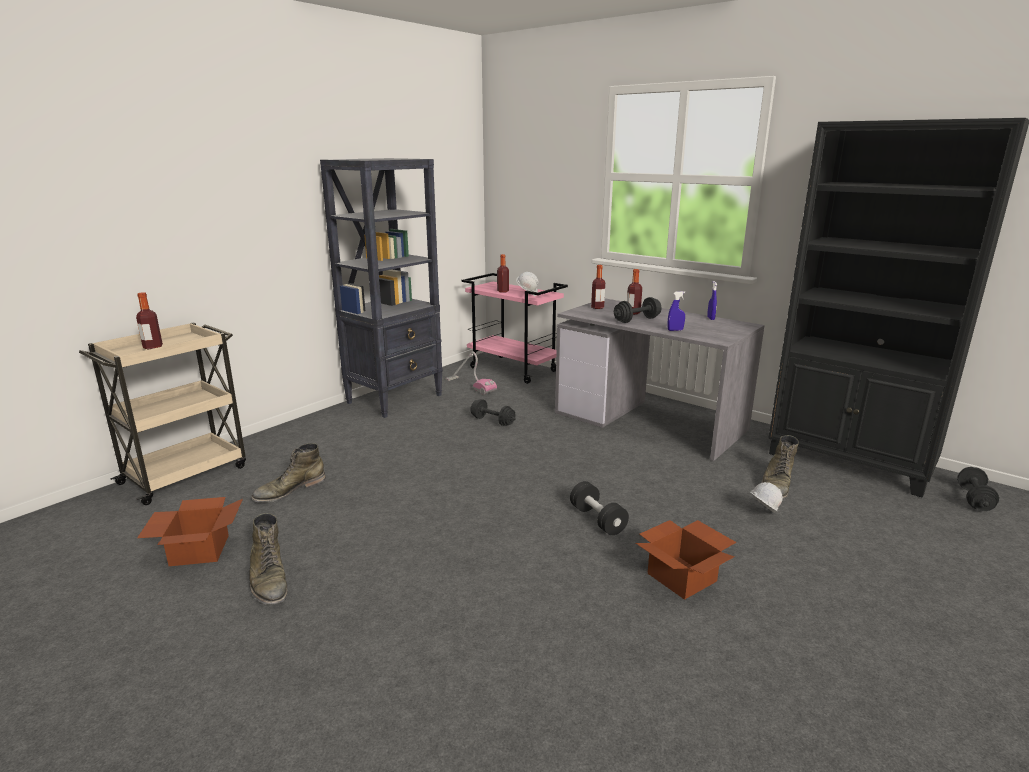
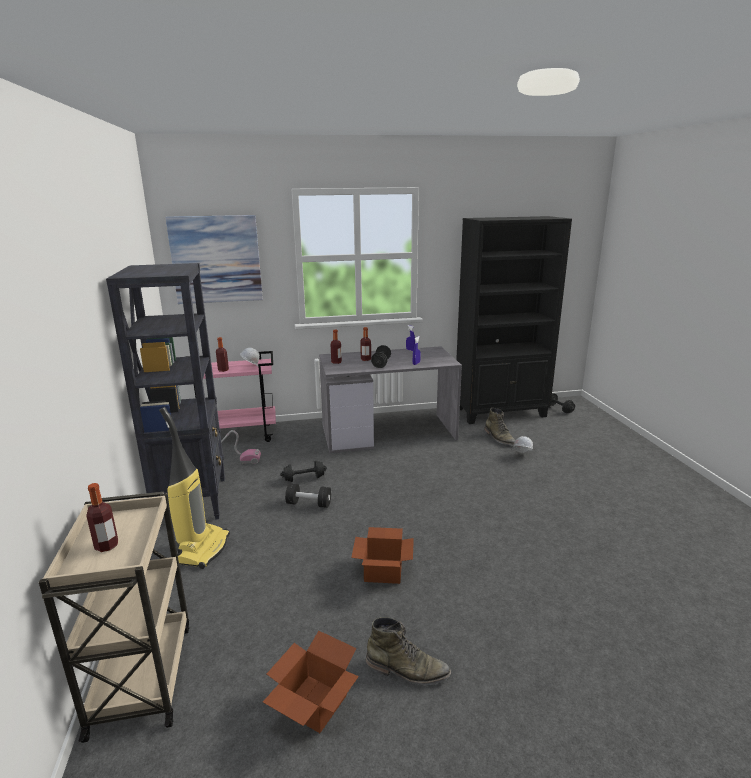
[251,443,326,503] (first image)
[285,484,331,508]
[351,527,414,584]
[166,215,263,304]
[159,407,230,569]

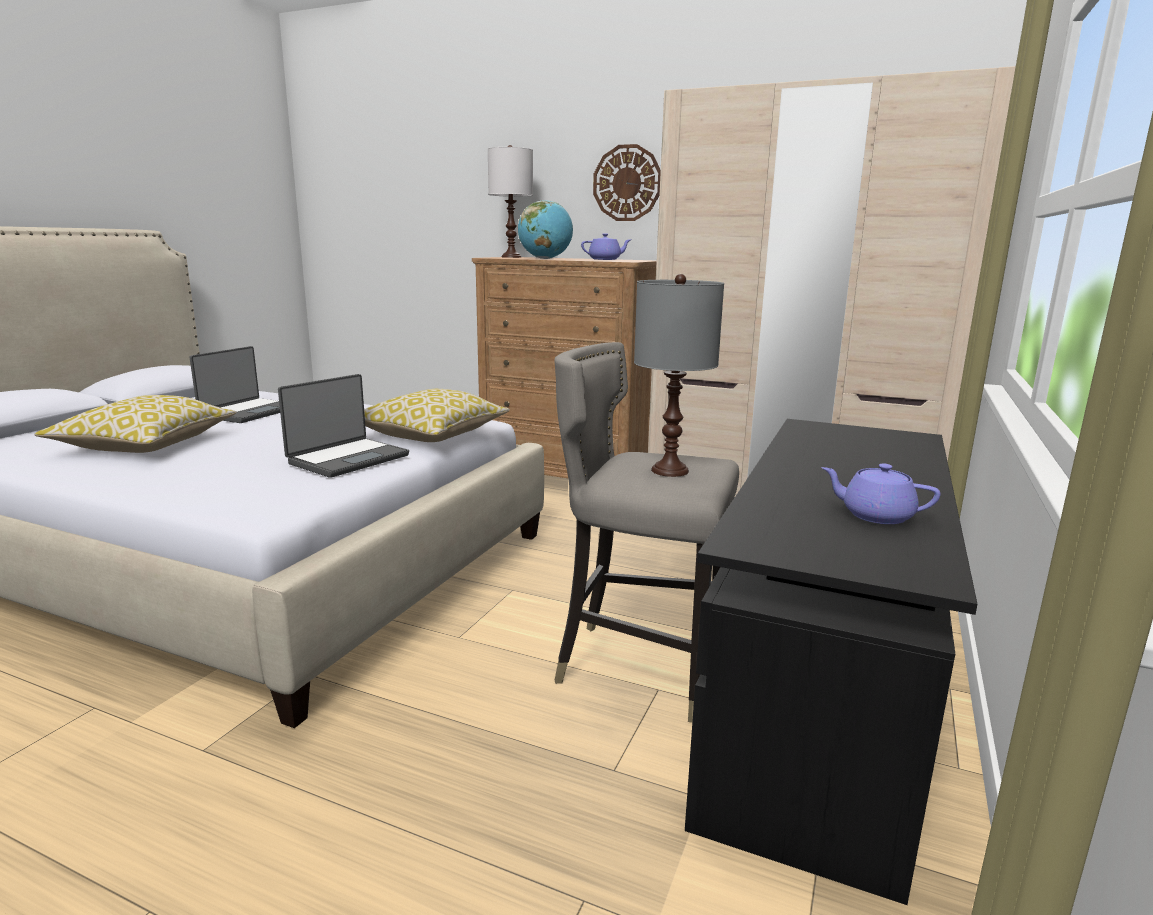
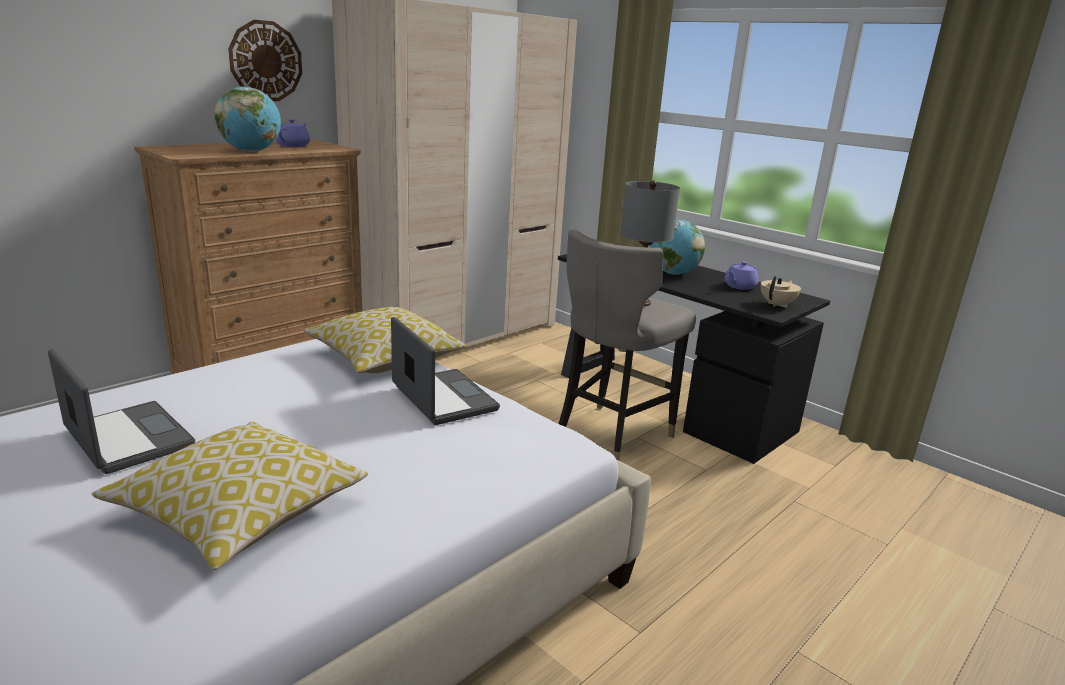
[488,145,533,258] (first image)
[650,220,705,275]
[761,276,801,308]

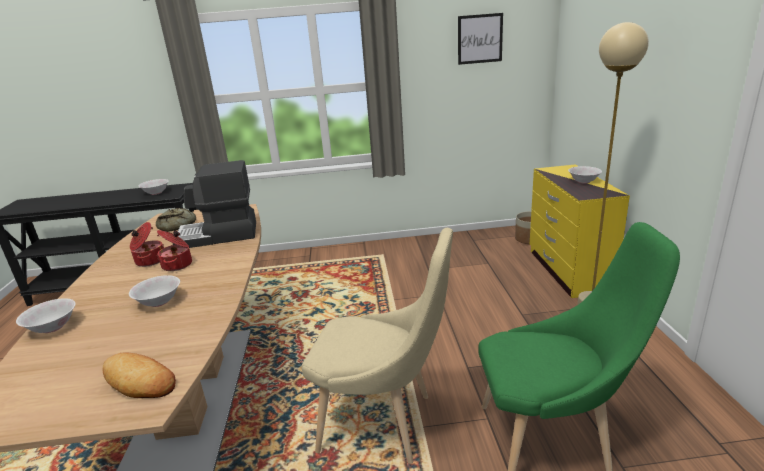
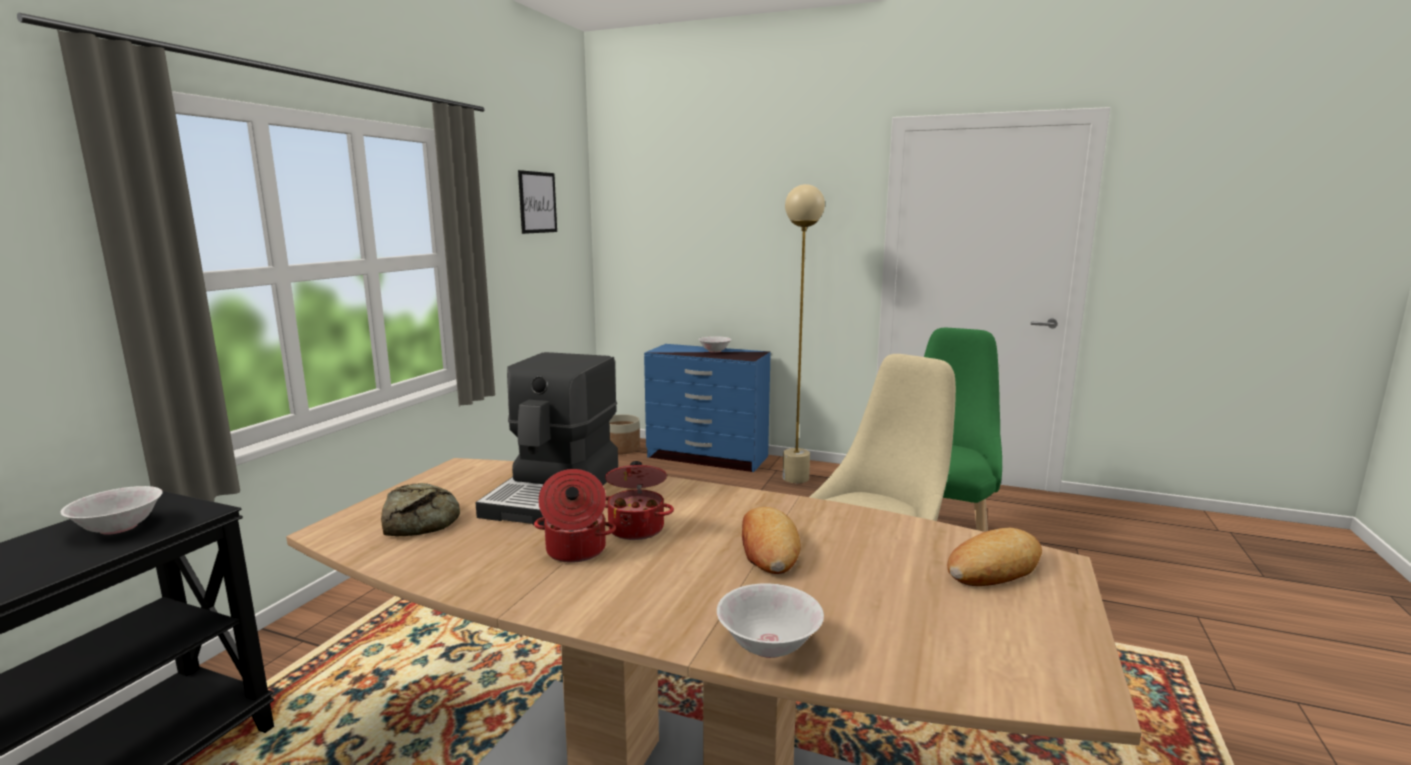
[644,344,771,472]
[742,507,801,574]

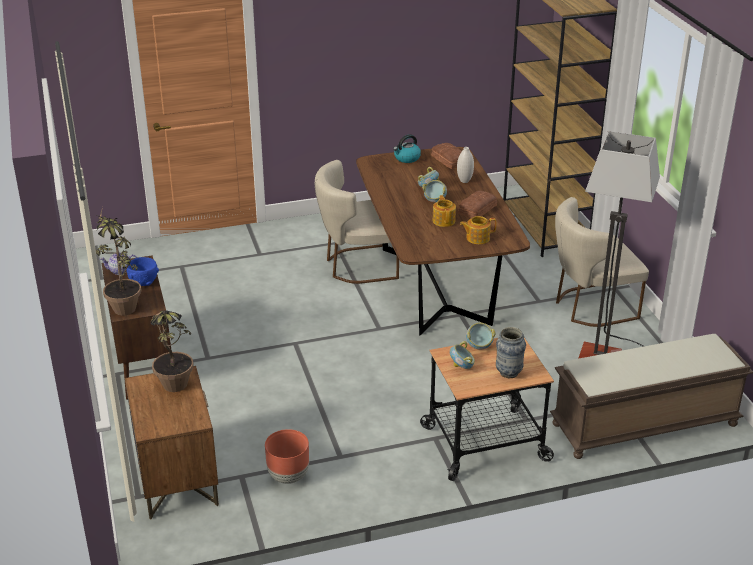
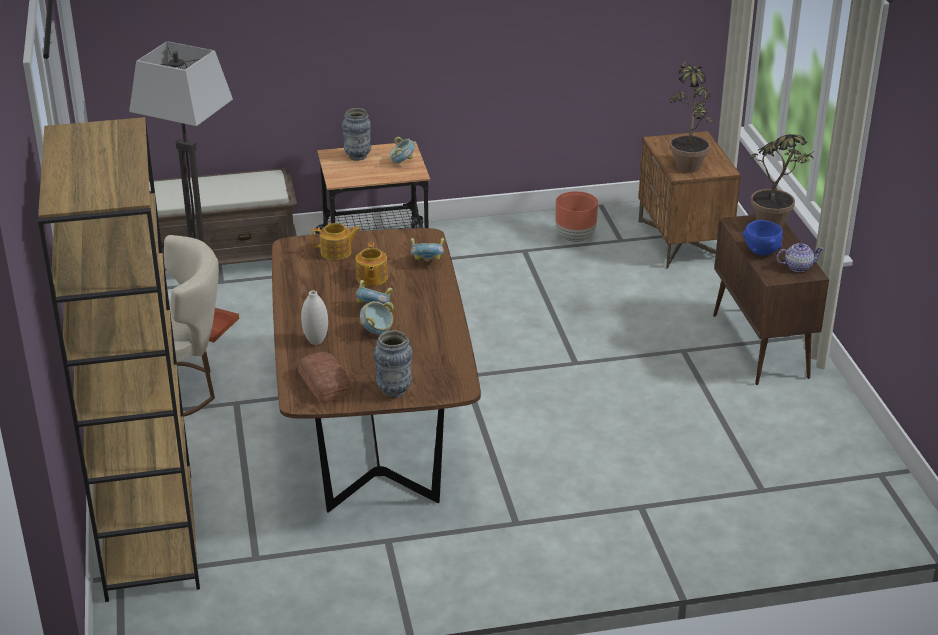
[374,330,413,398]
[315,160,399,284] (first image)
[458,191,497,219] (first image)
[410,238,444,262]

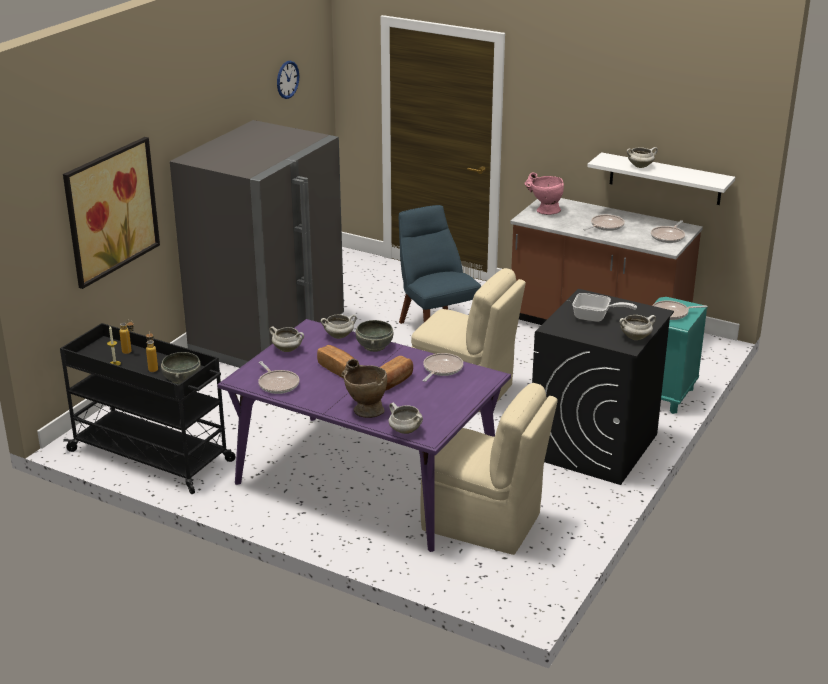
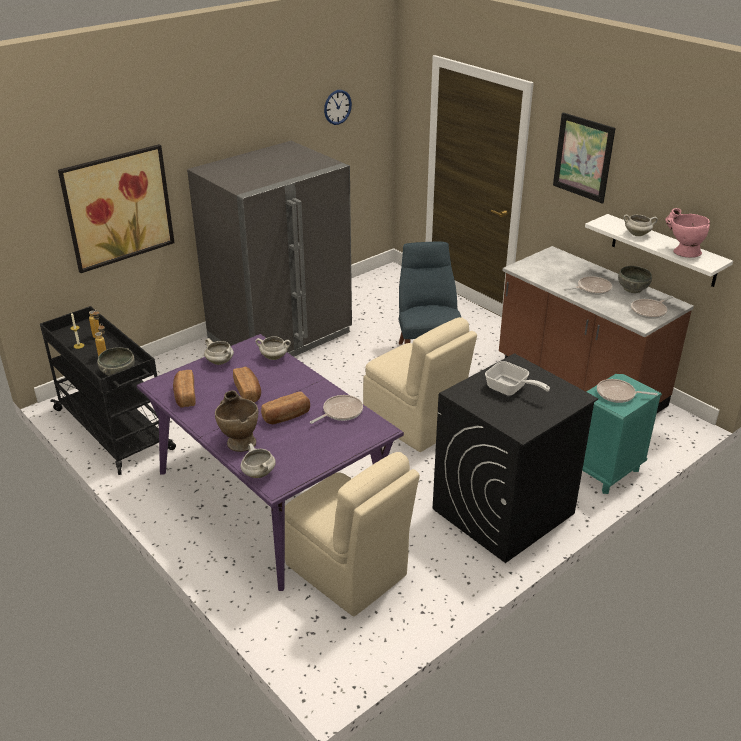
[665,208,710,258]
[619,315,656,340] (first image)
[618,266,652,293]
[173,370,196,407]
[553,112,616,204]

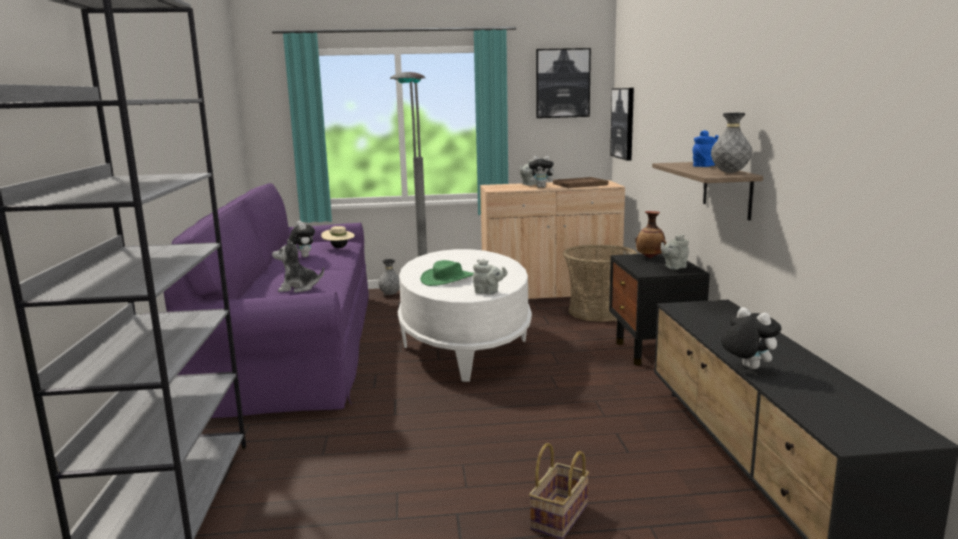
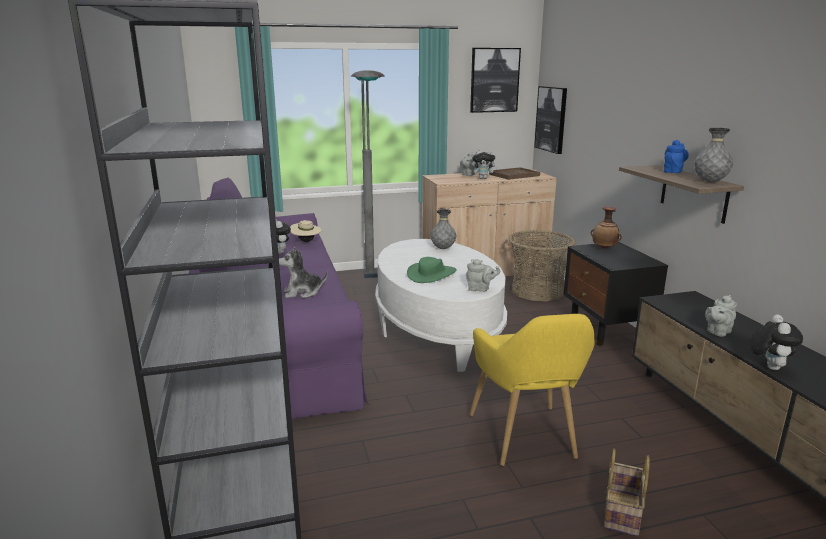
[705,295,737,337]
[430,209,456,249]
[750,314,803,370]
[469,314,595,466]

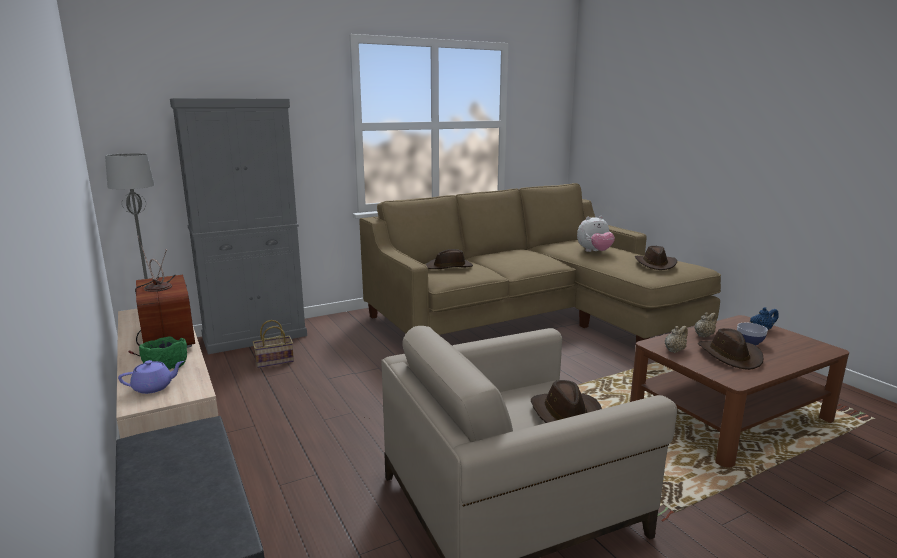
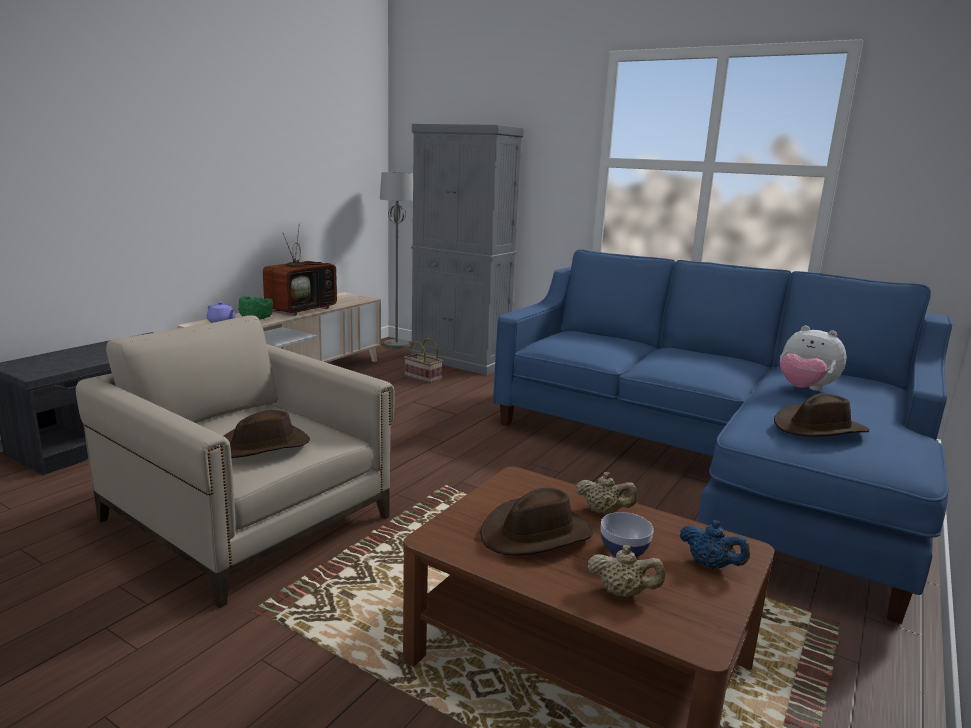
[493,249,953,624]
[426,249,473,269] (first image)
[588,545,665,597]

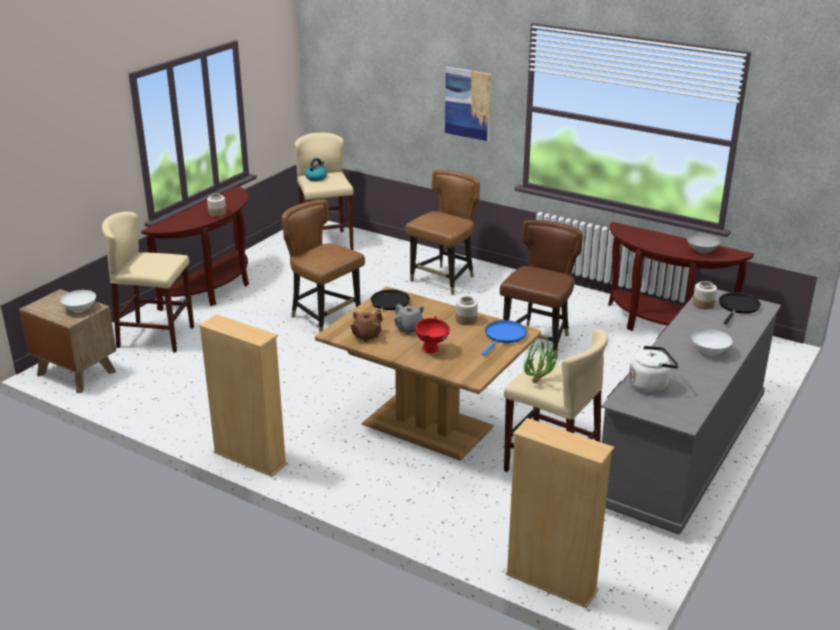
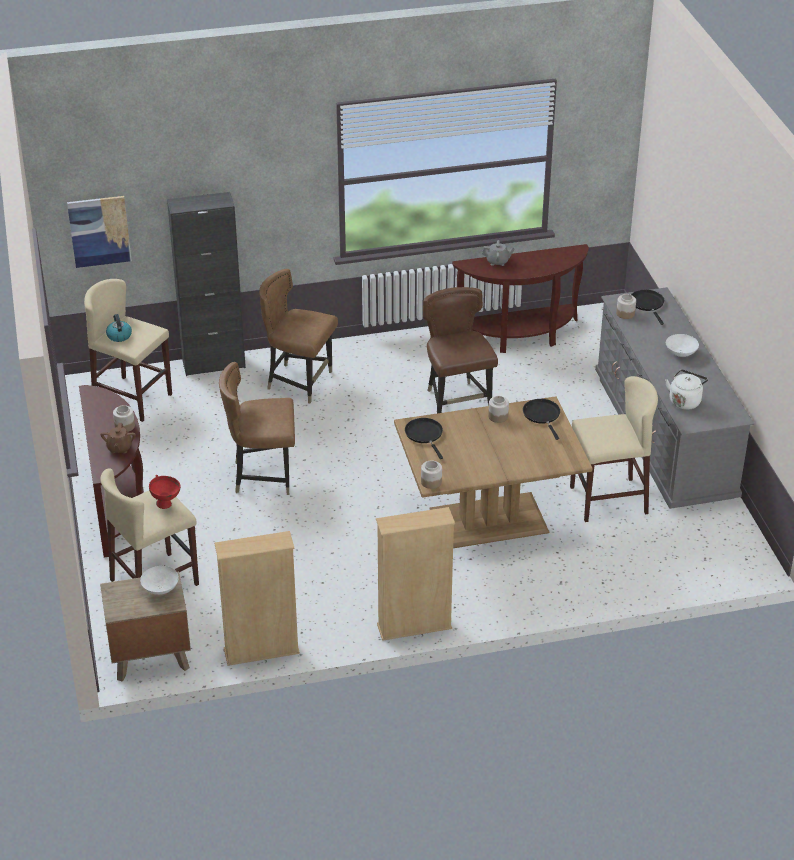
[67,196,132,268]
[259,269,338,403]
[687,233,721,253] (first image)
[482,240,515,266]
[100,423,136,453]
[149,475,181,509]
[523,399,560,440]
[524,339,559,383] (first image)
[214,531,300,666]
[167,192,246,376]
[421,460,442,489]

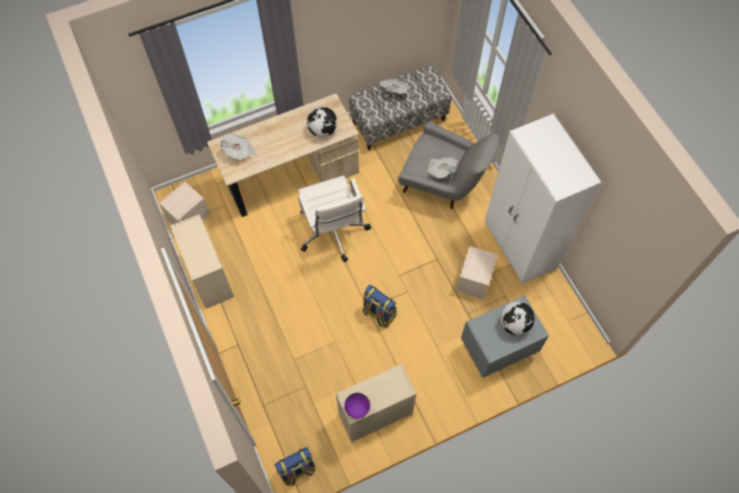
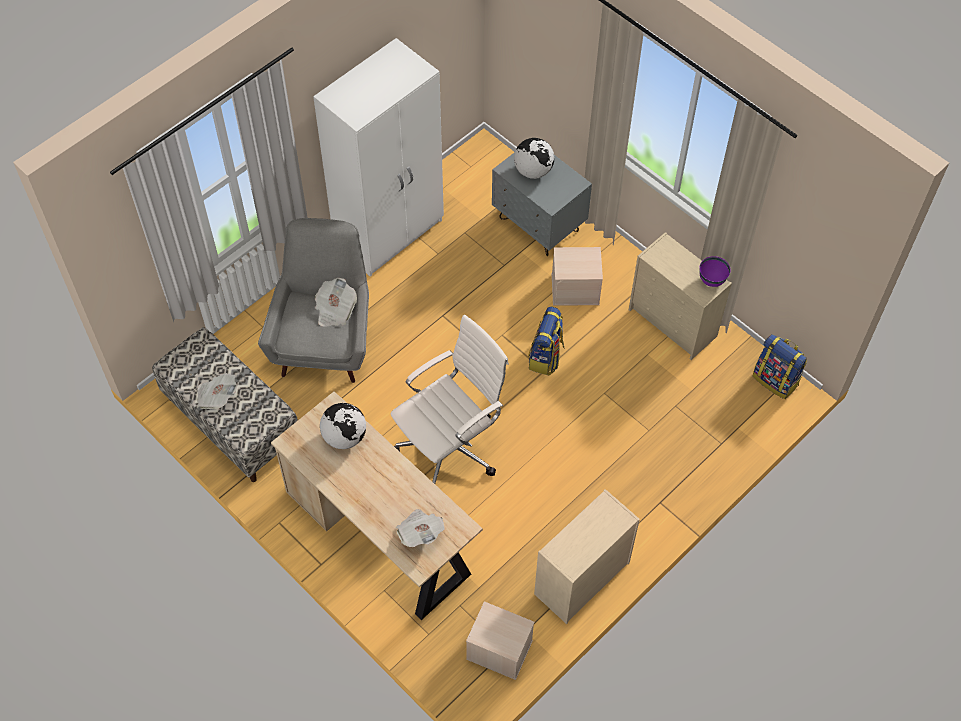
[552,247,603,306]

